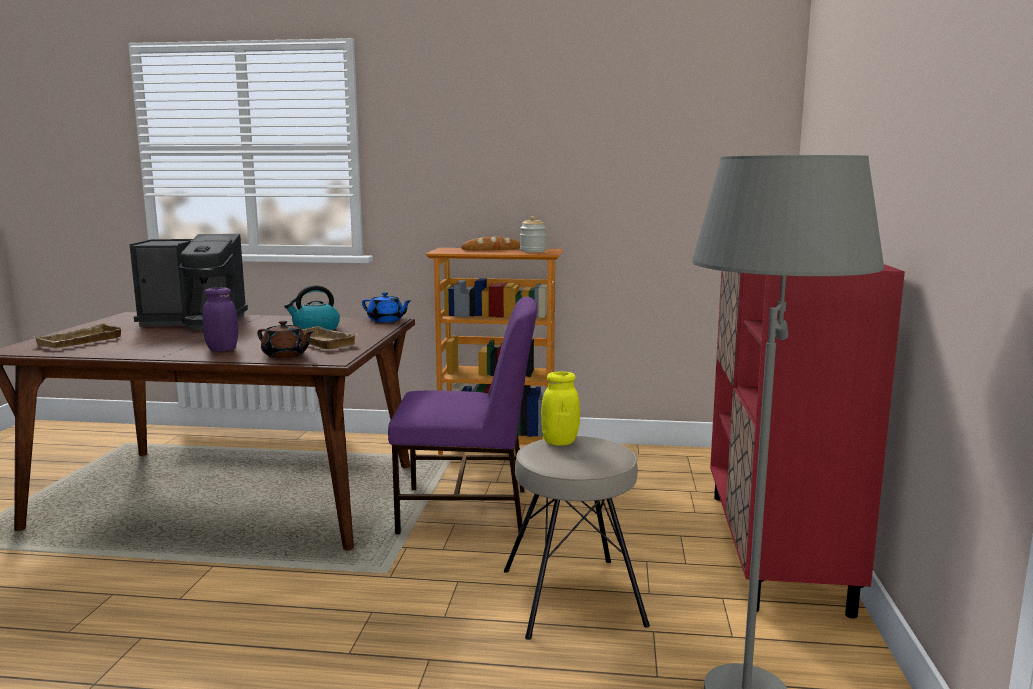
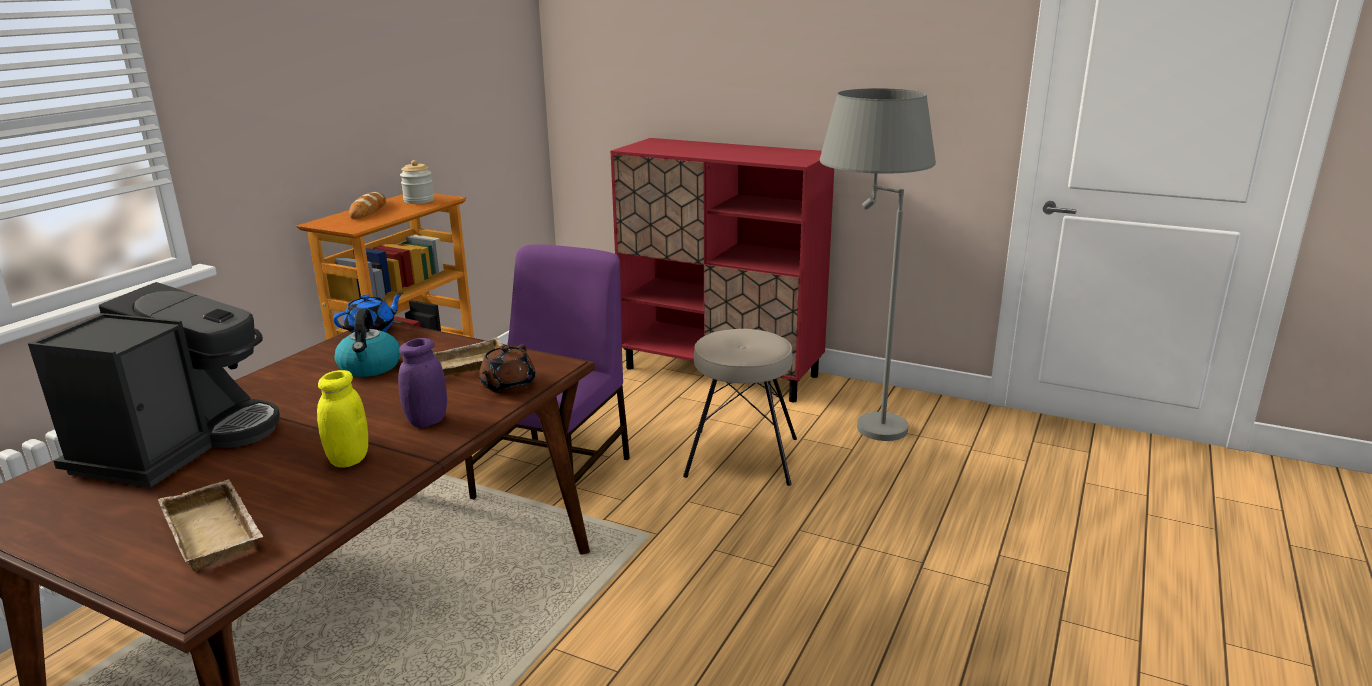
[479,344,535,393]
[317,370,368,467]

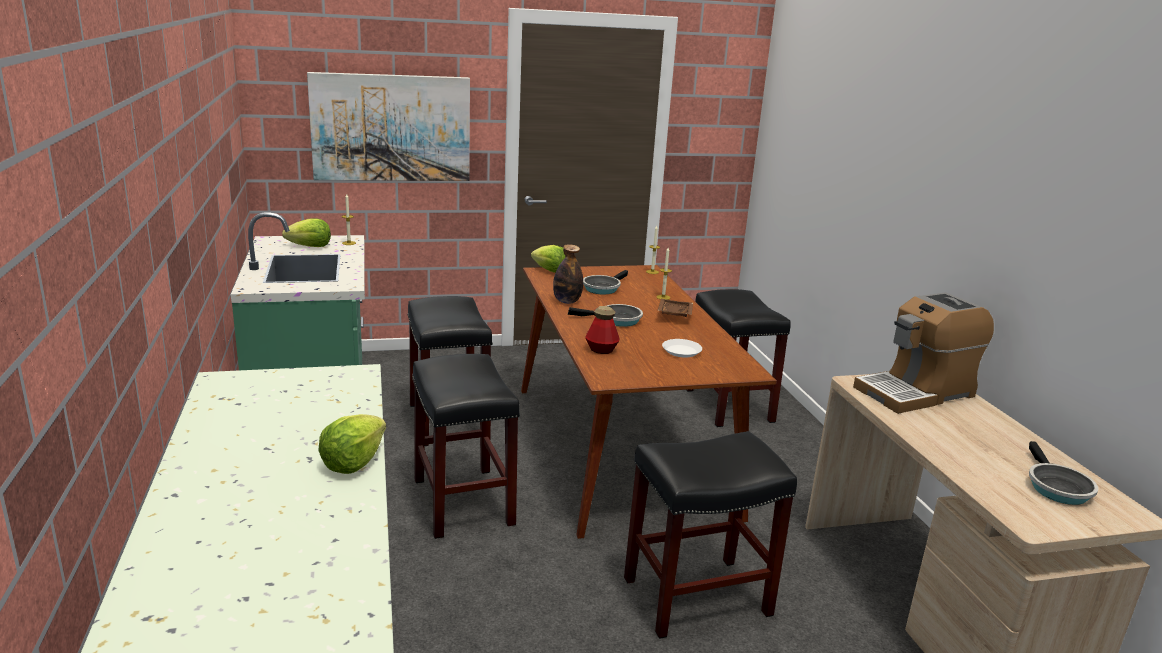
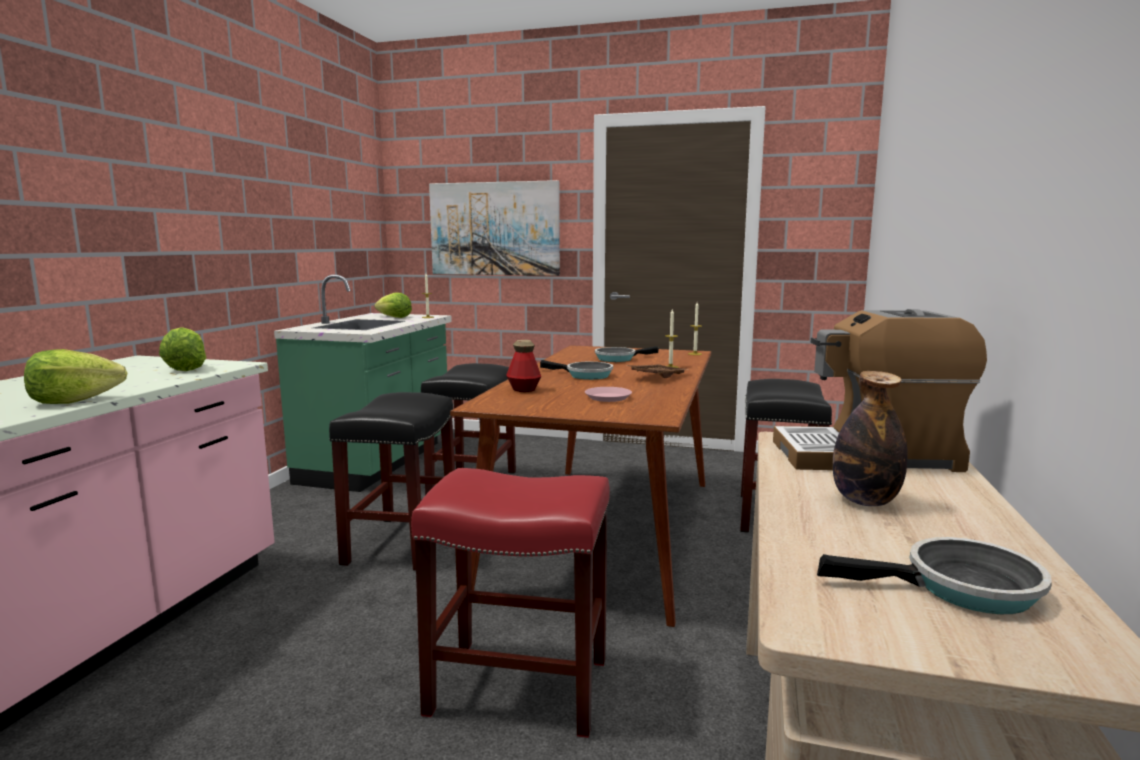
[833,371,908,506]
[159,327,206,371]
[585,387,632,402]
[411,468,610,738]
[817,537,1052,614]

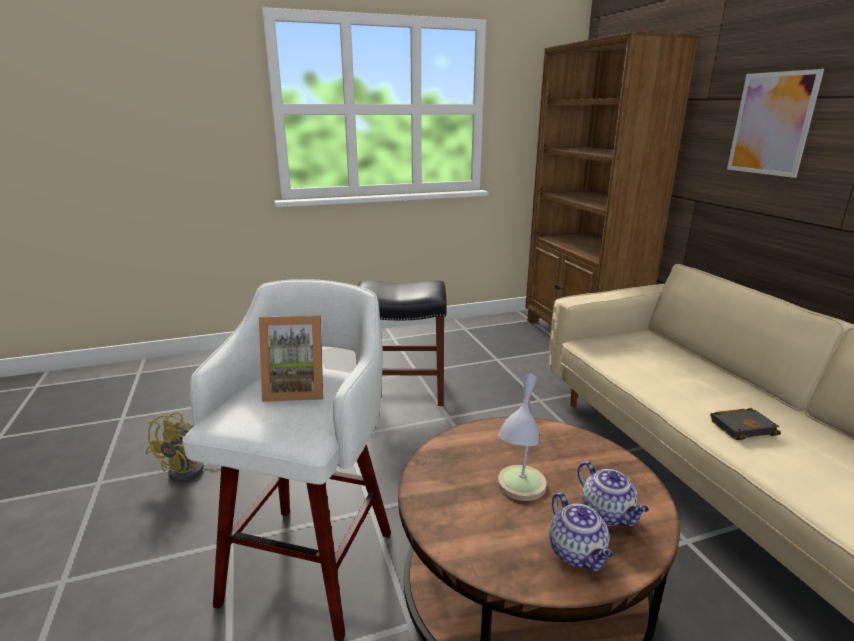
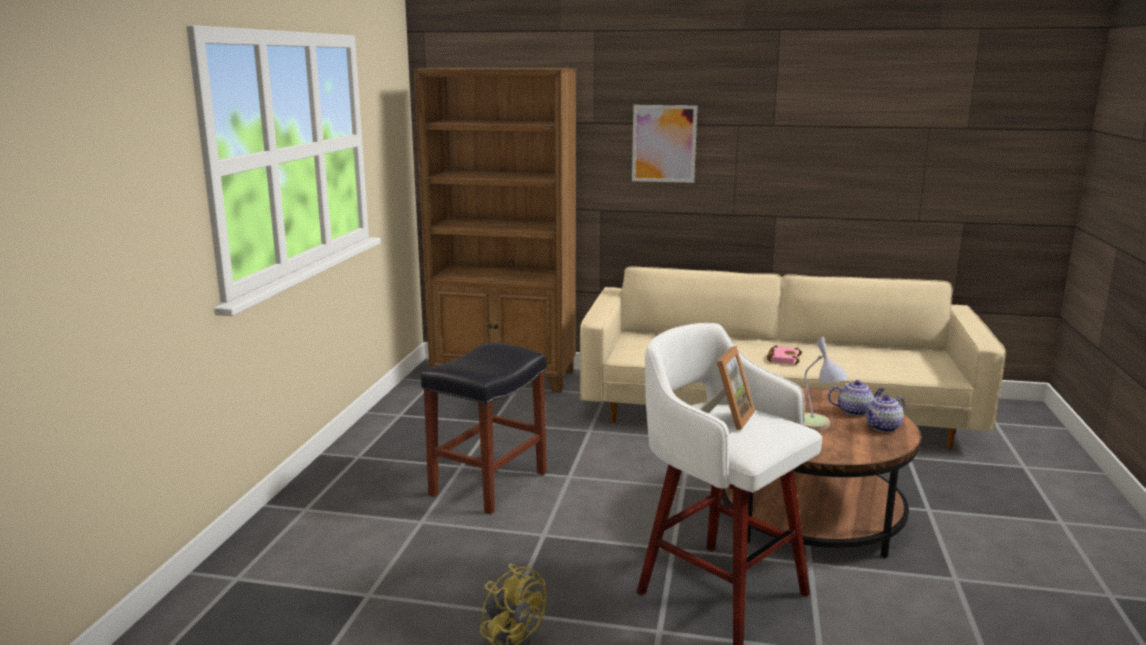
[767,345,802,365]
[866,395,905,432]

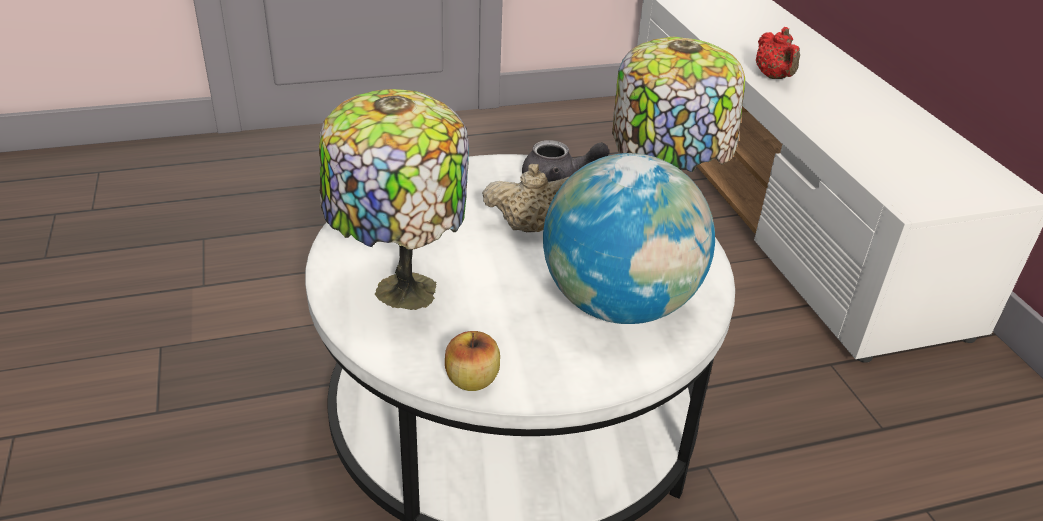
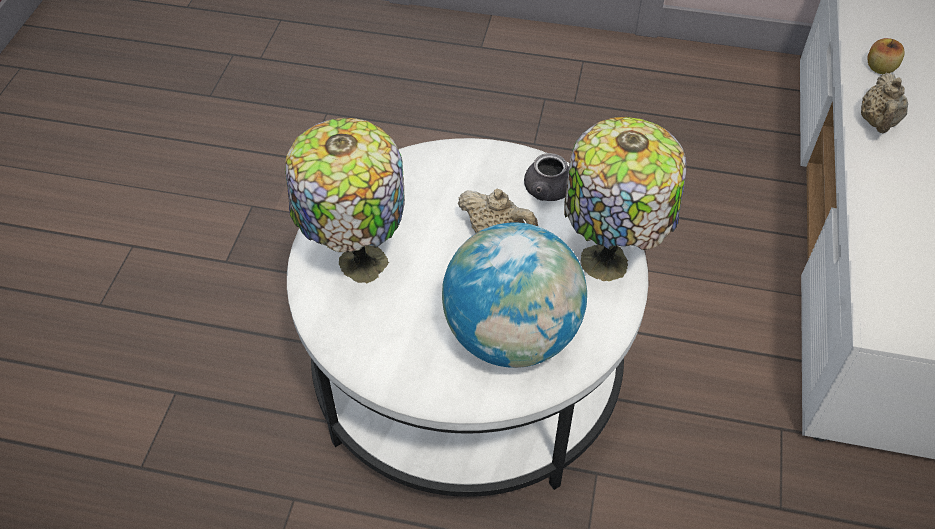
[861,73,908,134]
[867,38,905,74]

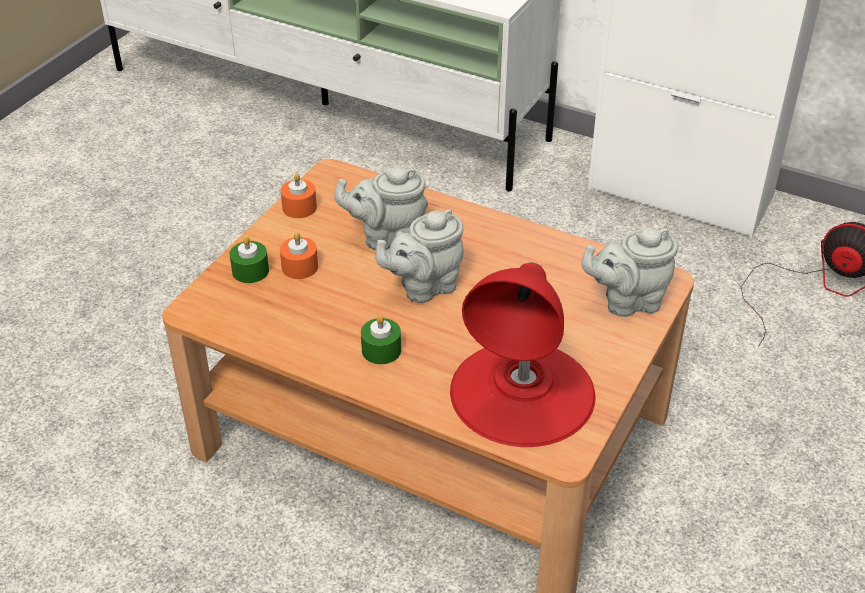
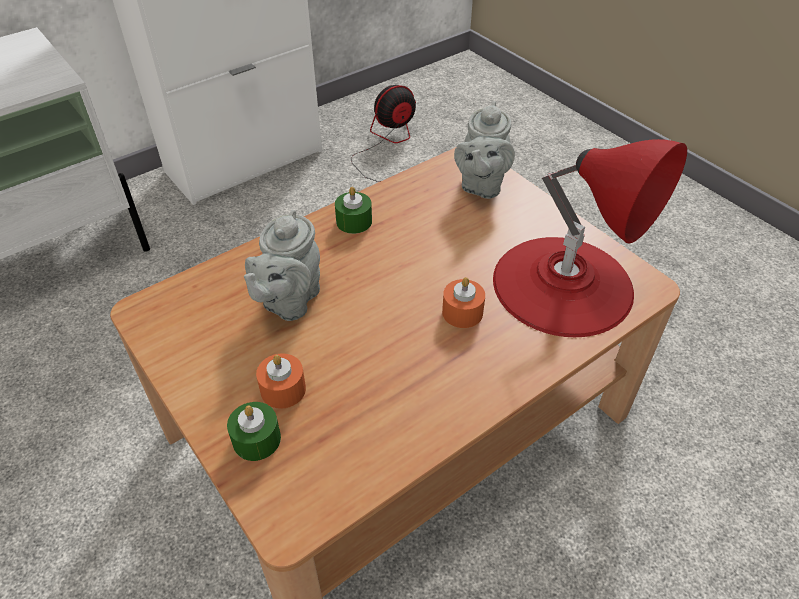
[442,277,485,328]
[375,209,464,303] (first image)
[335,187,372,234]

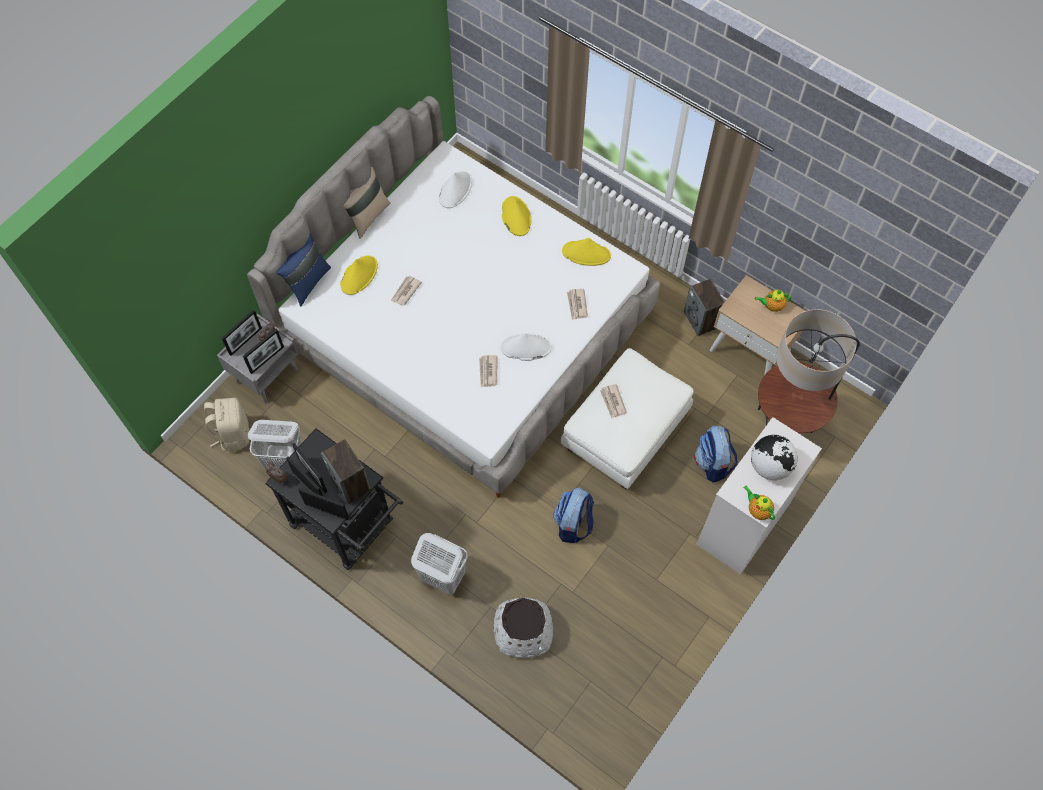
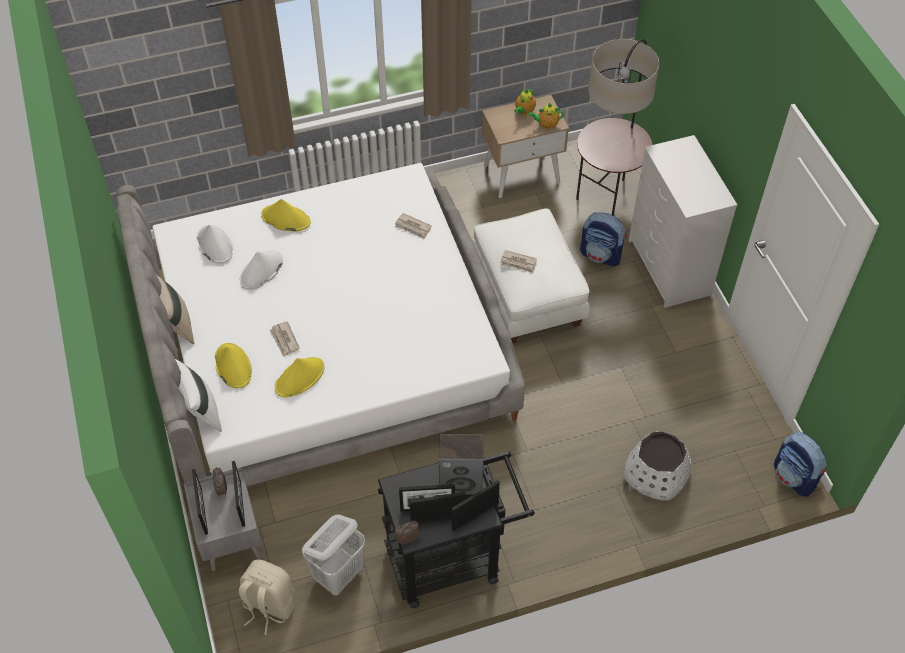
[175,359,222,432]
[275,357,324,397]
[684,279,724,336] (first image)
[240,250,283,290]
[479,355,498,387] (first image)
[751,435,797,480] (first image)
[527,103,564,129]
[774,432,827,497]
[411,533,468,595] (first image)

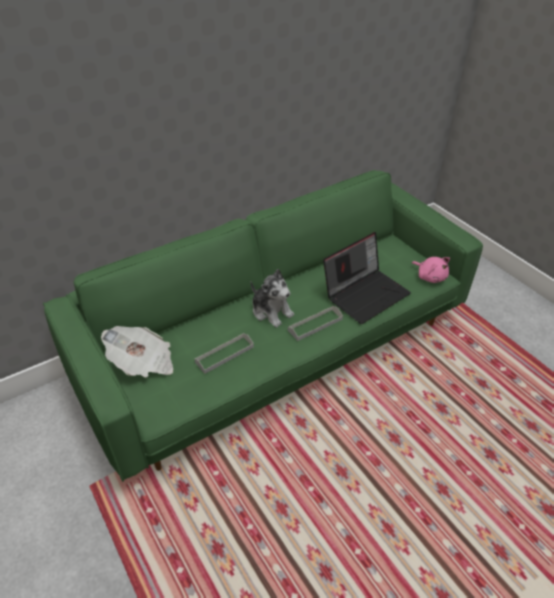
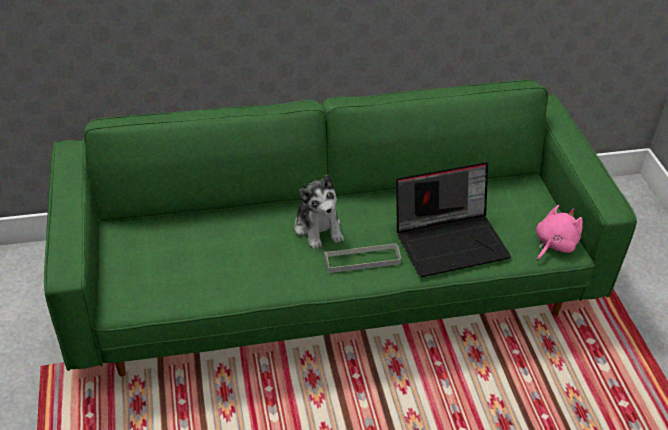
[536,205,583,260]
[101,326,173,377] (first image)
[194,333,254,374] (first image)

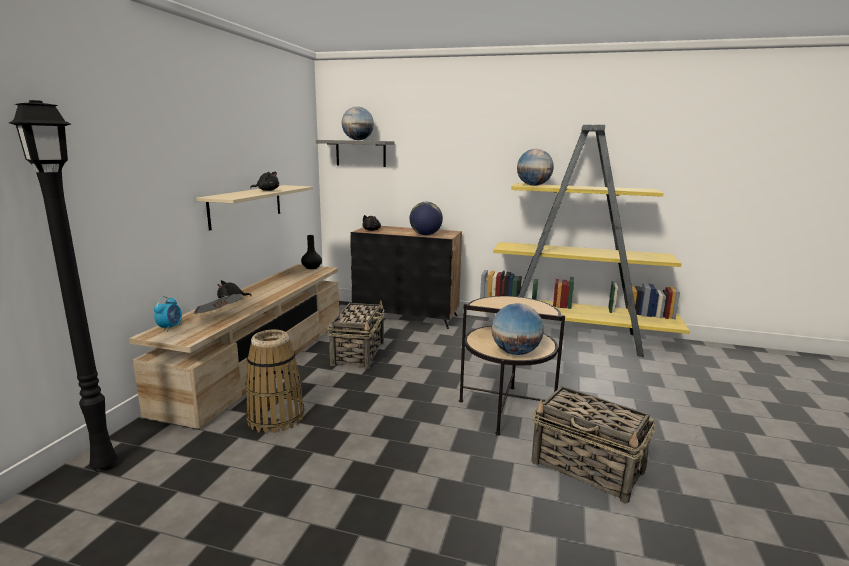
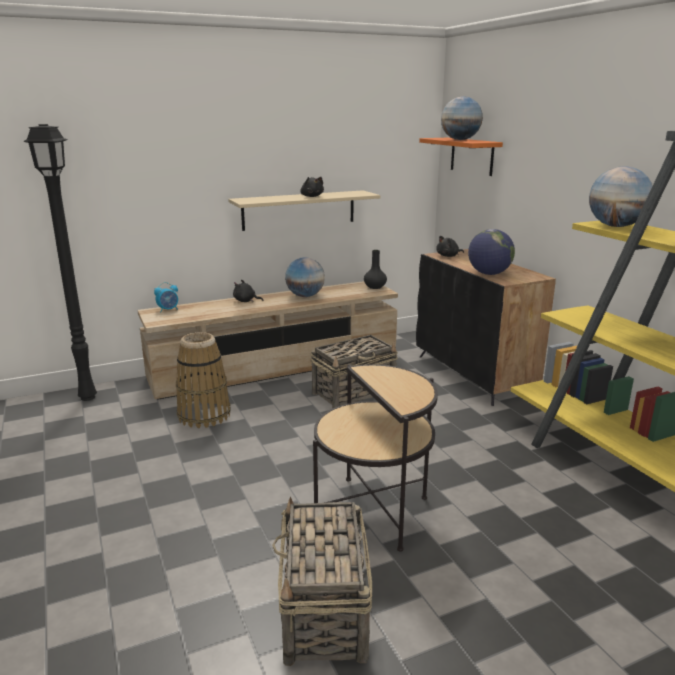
[419,138,503,176]
[194,294,243,314] (first image)
[285,257,325,297]

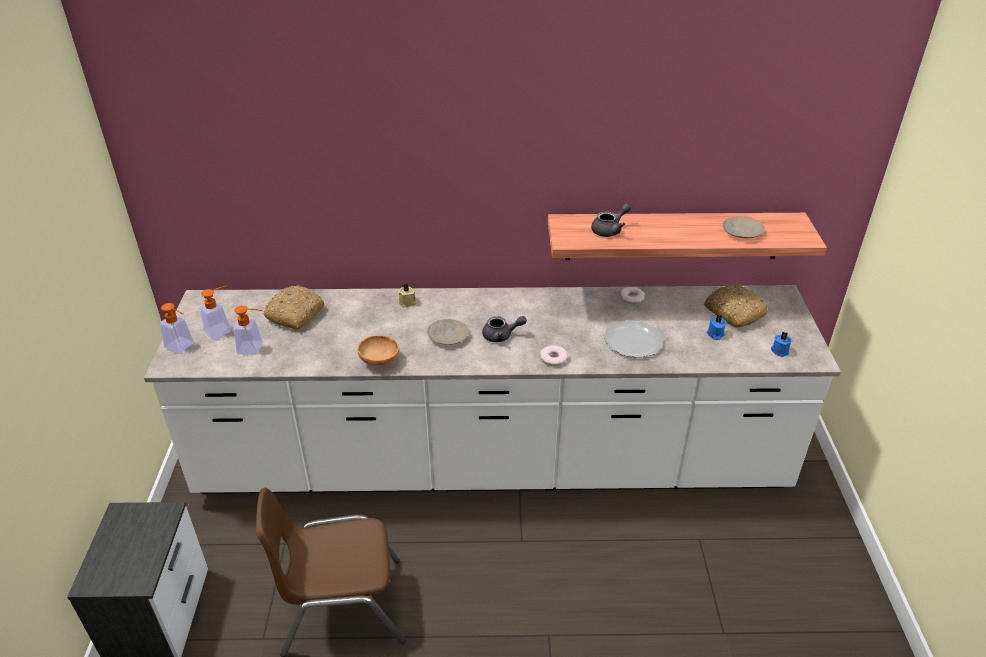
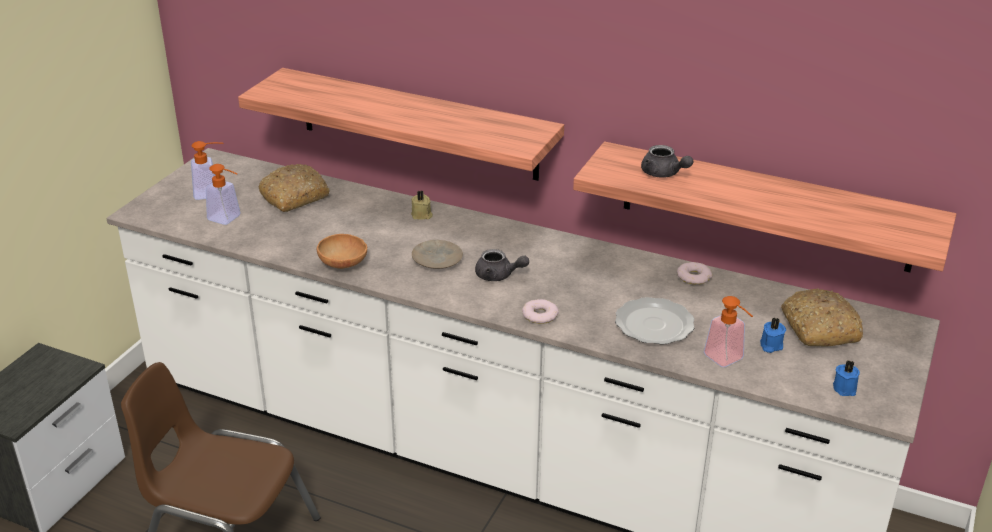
[641,145,694,178]
[722,216,765,238] (first image)
[704,296,753,367]
[238,68,564,181]

